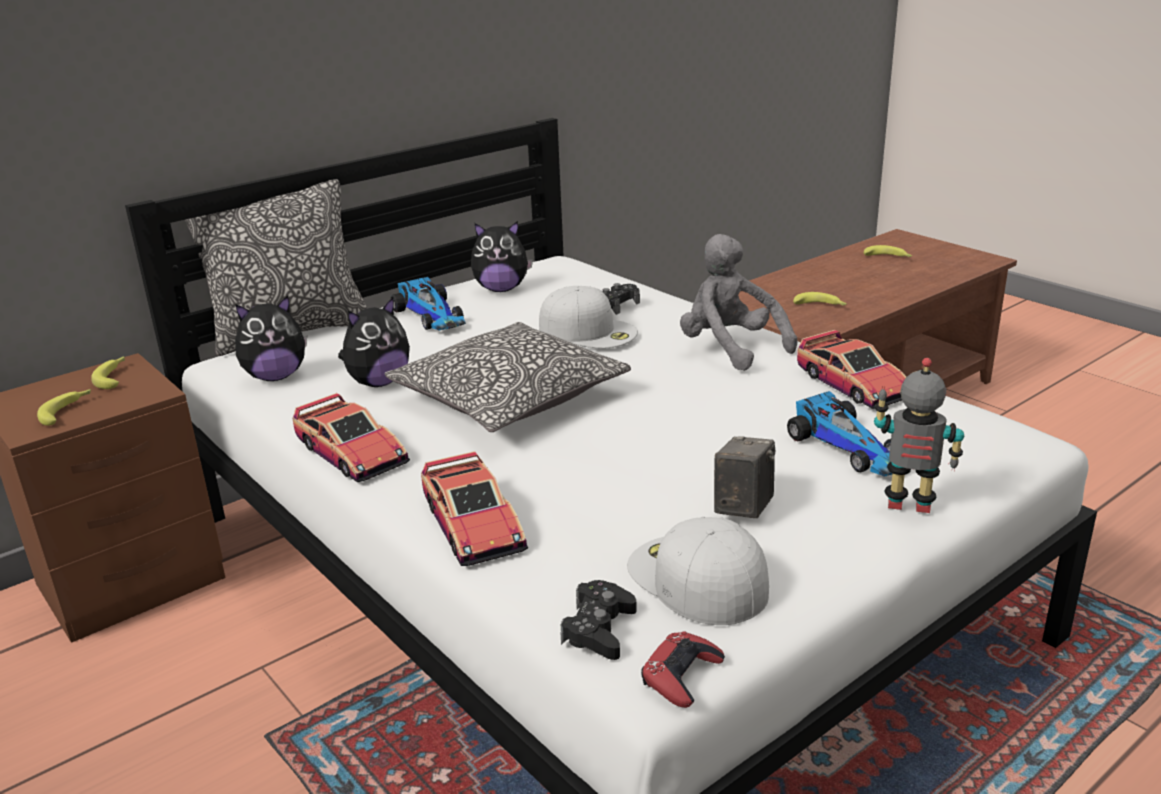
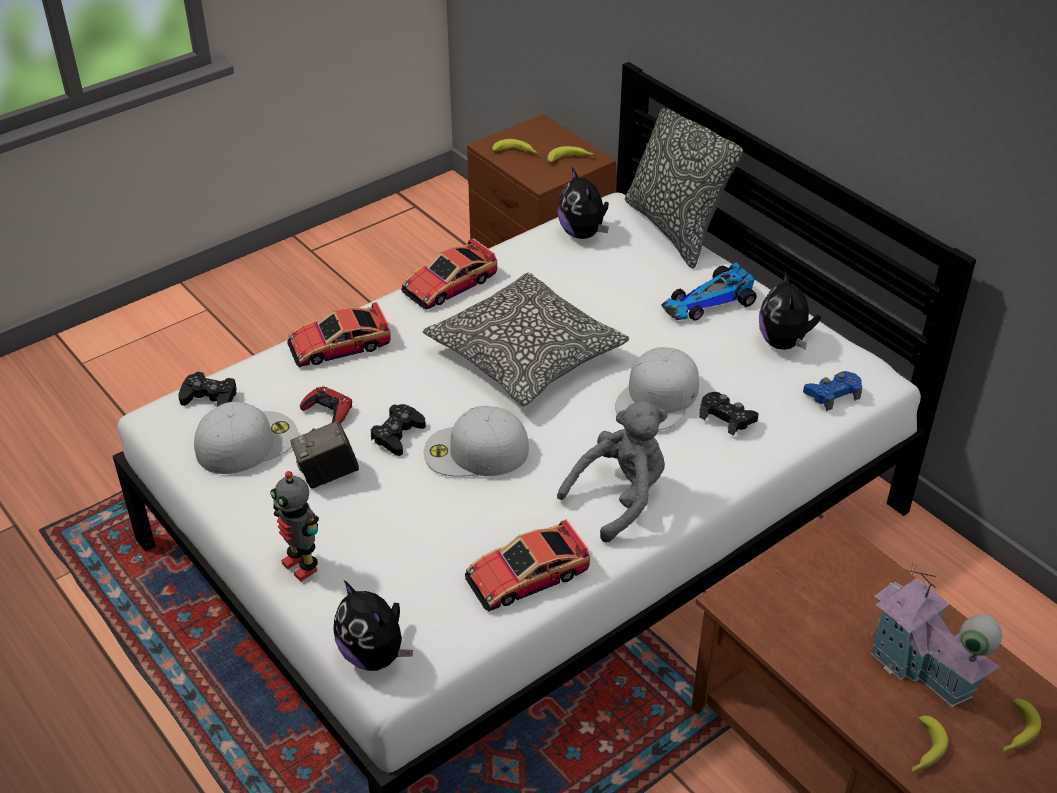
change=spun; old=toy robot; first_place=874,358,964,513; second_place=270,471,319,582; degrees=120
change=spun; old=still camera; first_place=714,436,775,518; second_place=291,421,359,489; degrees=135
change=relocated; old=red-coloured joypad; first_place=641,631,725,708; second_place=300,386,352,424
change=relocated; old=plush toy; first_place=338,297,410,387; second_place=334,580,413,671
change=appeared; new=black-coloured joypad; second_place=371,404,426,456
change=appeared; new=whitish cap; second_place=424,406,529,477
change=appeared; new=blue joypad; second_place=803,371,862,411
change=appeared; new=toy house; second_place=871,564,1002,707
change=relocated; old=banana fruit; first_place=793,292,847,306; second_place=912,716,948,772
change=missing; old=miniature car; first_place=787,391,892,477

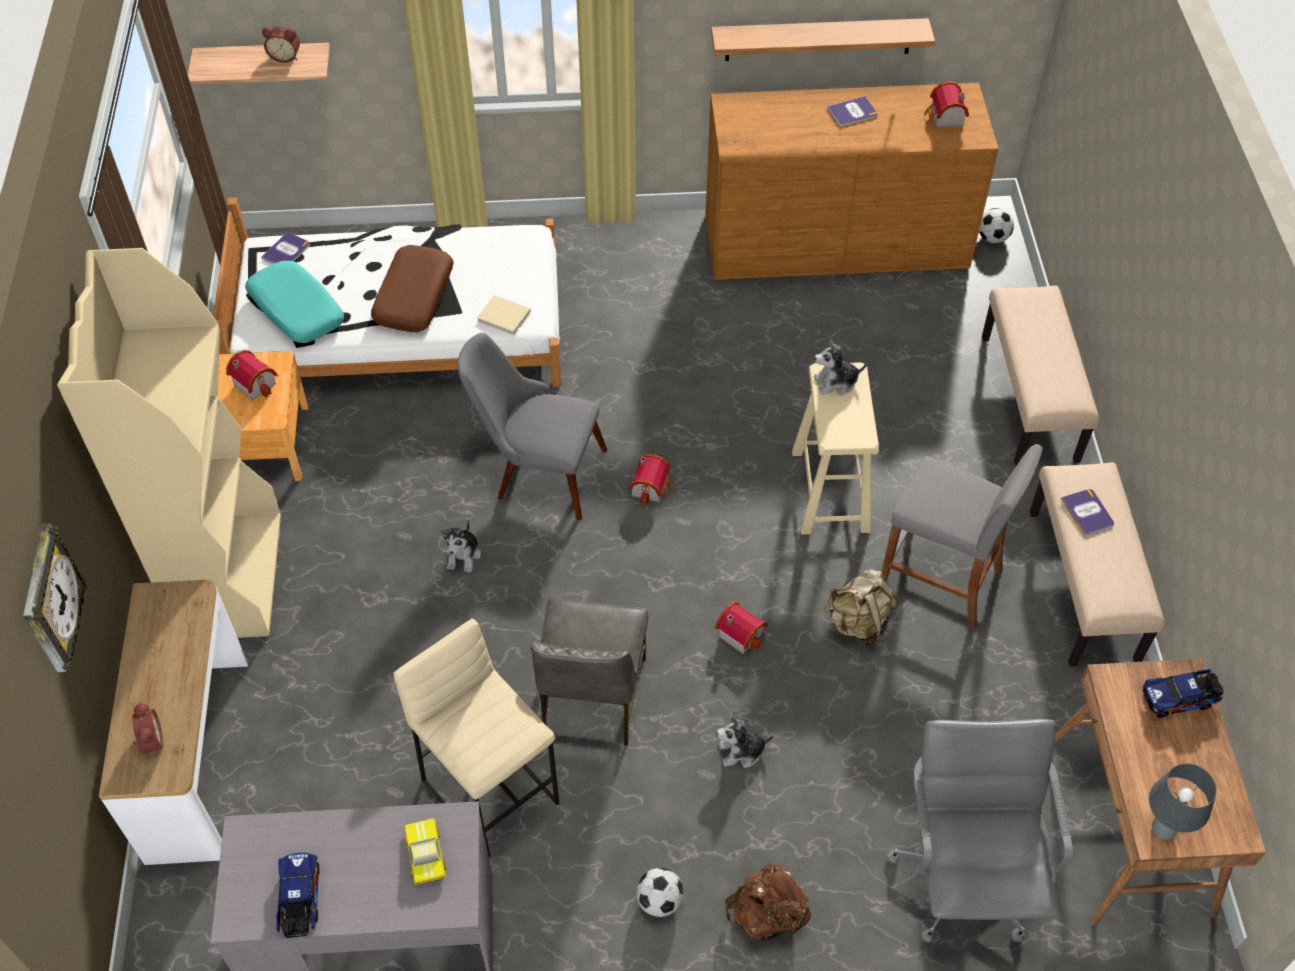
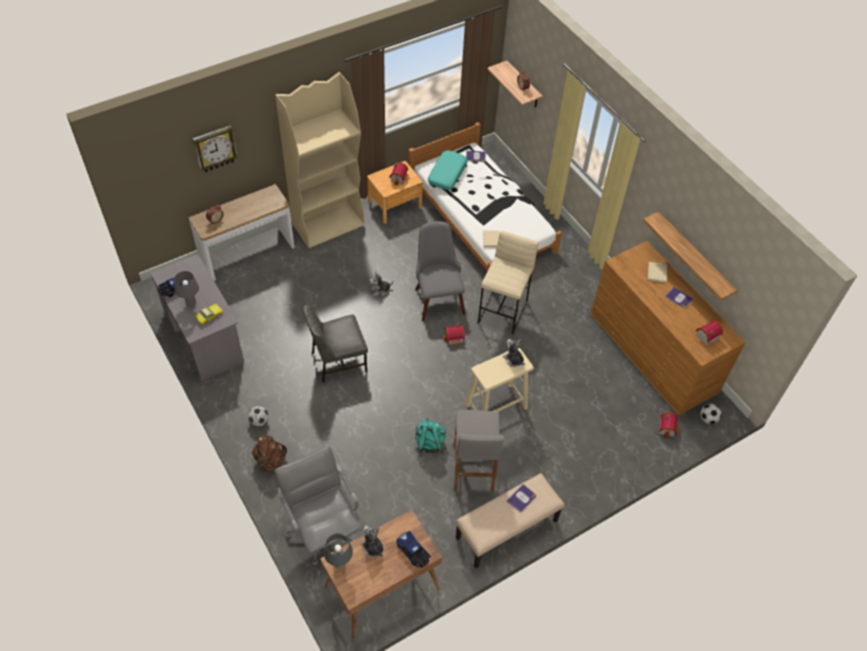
change=appeared; new=grey tabletop lamp; second_place=174,271,199,307
change=spun; old=grey desk chair; first_place=886,719,1073,943; second_place=275,446,363,565; degrees=-90
change=relocated; old=plush toy; first_place=717,711,774,768; second_place=360,526,384,557
change=colour; old=beige rucksack; new=turquoise rucksack; first_place=824,569,898,646; second_place=415,417,446,453
change=relocated; old=beige stool; first_place=393,618,559,857; second_place=478,231,538,334
change=appeared; new=beige book; second_place=648,262,667,283
change=relocated; old=toy house; first_place=715,601,768,654; second_place=659,412,679,439
change=missing; old=brown-coloured throw pillow; first_place=371,245,454,332
change=missing; old=beige bench; first_place=982,286,1099,466

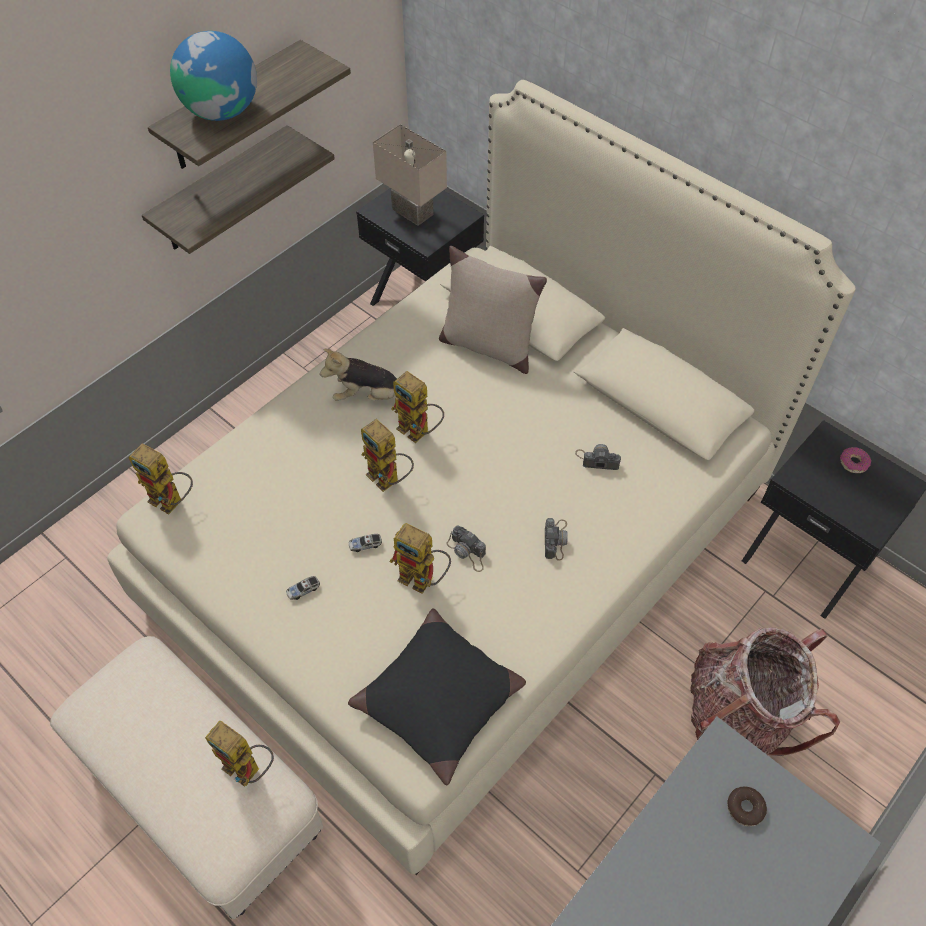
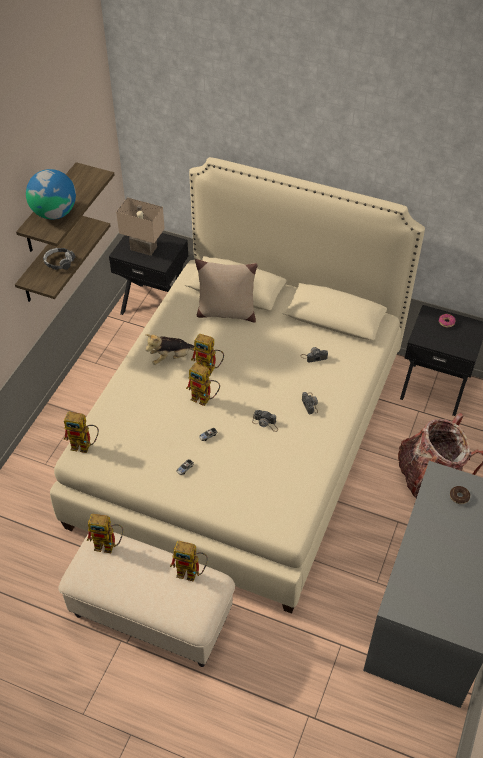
change=appeared; new=headset; second_place=43,248,76,270
change=relocated; old=toy robot; first_place=390,523,451,594; second_place=87,514,123,553
change=missing; old=black-coloured throw pillow; first_place=348,608,526,785

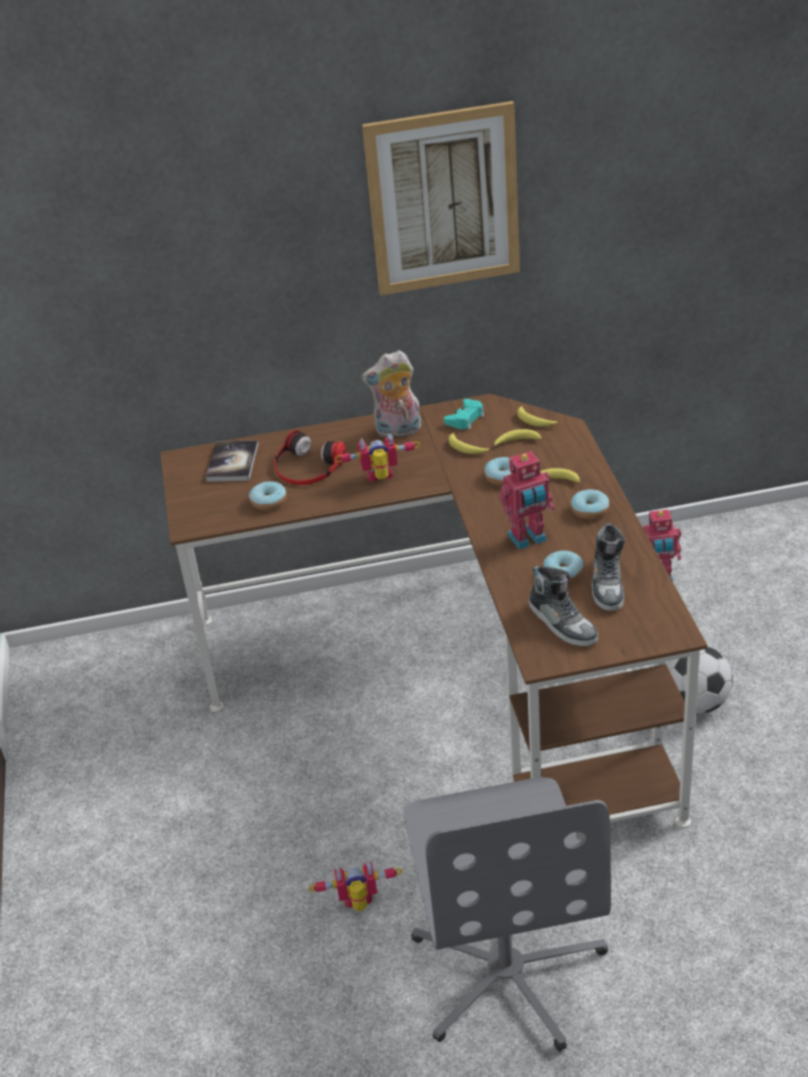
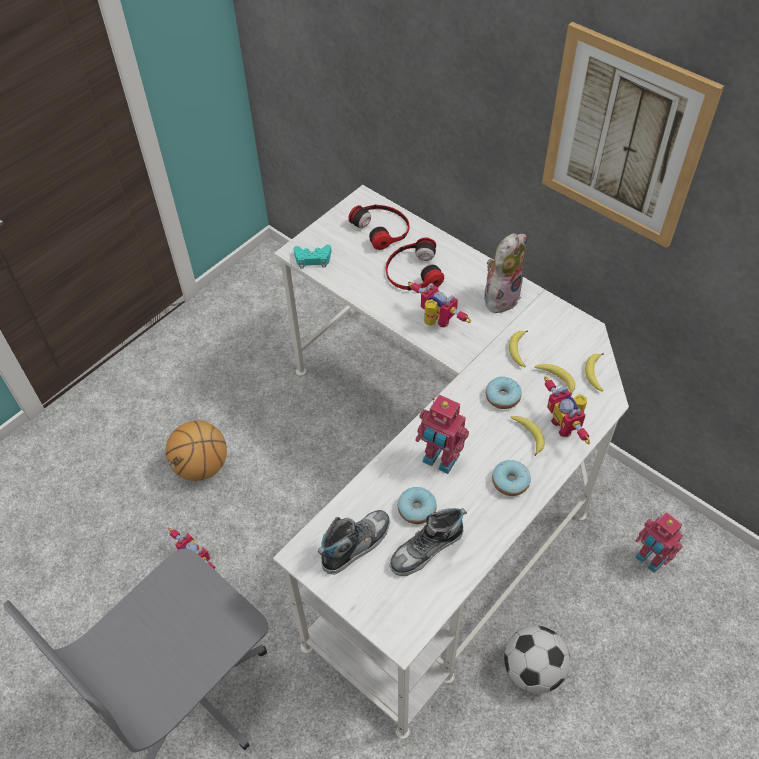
change=appeared; new=ball for basketball; second_place=165,421,227,481
change=colour; old=brown-coloured desk; new=whitish desk; first_place=160,394,707,828; second_place=273,185,629,739
change=relocated; old=turquoise joypad; first_place=444,399,485,430; second_place=293,245,331,269
change=spun; old=item of footwear; first_place=529,566,598,647; second_place=318,510,390,575; degrees=-150
change=exchanged; old=book; new=headset; first_place=205,440,258,482; second_place=349,205,410,250
change=spun; old=plush toy; first_place=361,350,421,438; second_place=484,233,527,316; degrees=90
change=appeared; new=toy robot; second_place=544,376,590,445
change=missing; old=ring doughnut; first_place=249,481,287,510

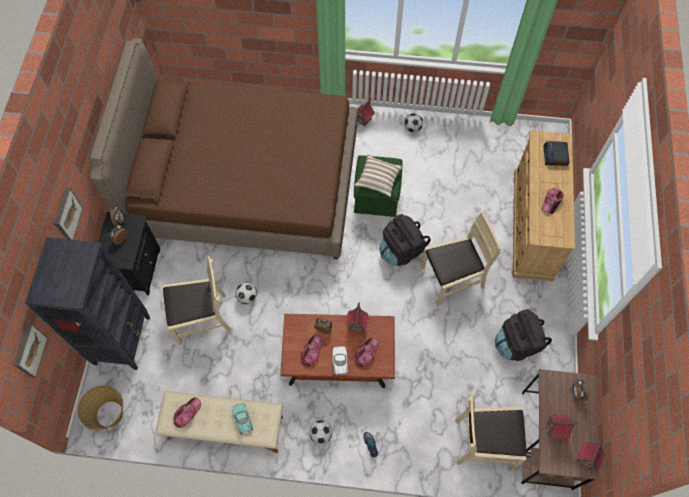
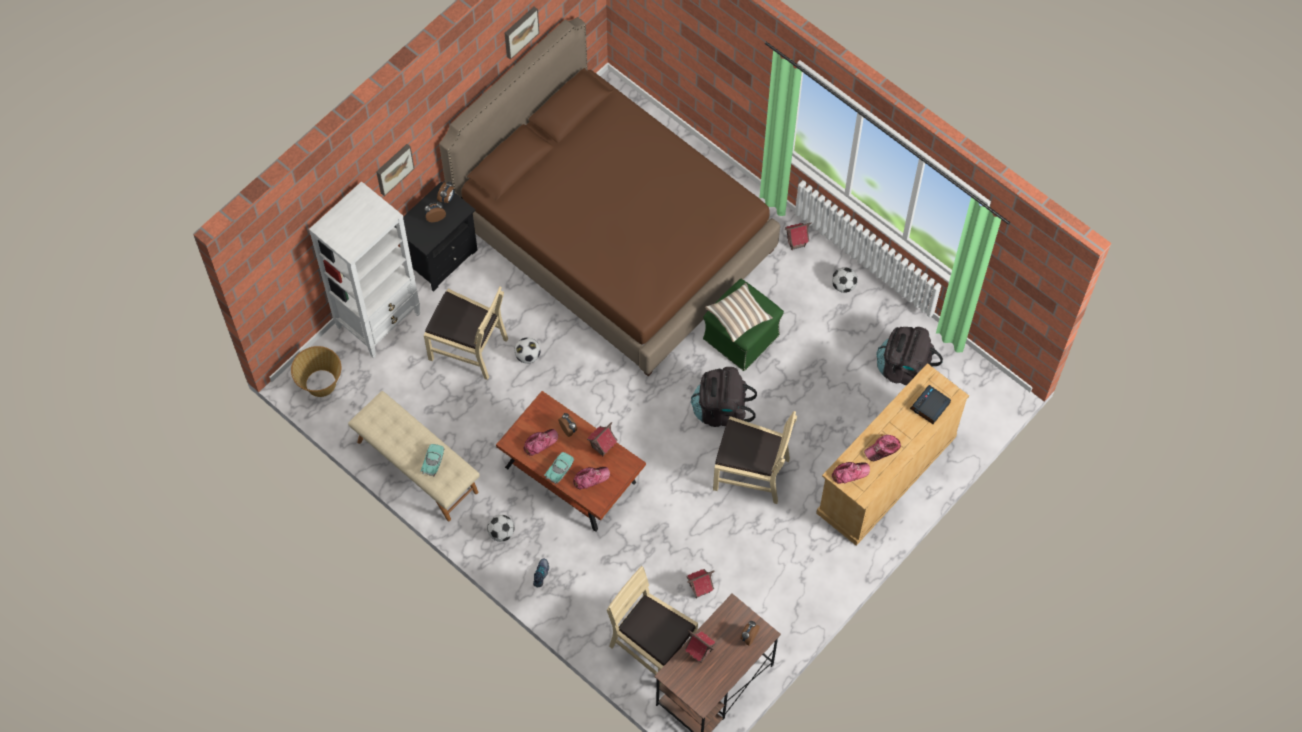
change=colour; old=black-coloured bookshelf; new=whitish bookshelf; first_place=25,237,150,370; second_place=309,181,420,358
change=relocated; old=wall art; first_place=14,323,48,378; second_place=505,7,540,60
change=colour; old=whitish miniature car; new=turquoise miniature car; first_place=333,346,348,376; second_place=544,452,574,485
change=relocated; old=toy house; first_place=577,439,606,470; second_place=687,569,714,598
change=relocated; old=cap; first_place=174,397,201,428; second_place=832,462,870,484
change=relocated; old=black-coloured rucksack; first_place=495,309,552,361; second_place=876,327,943,385

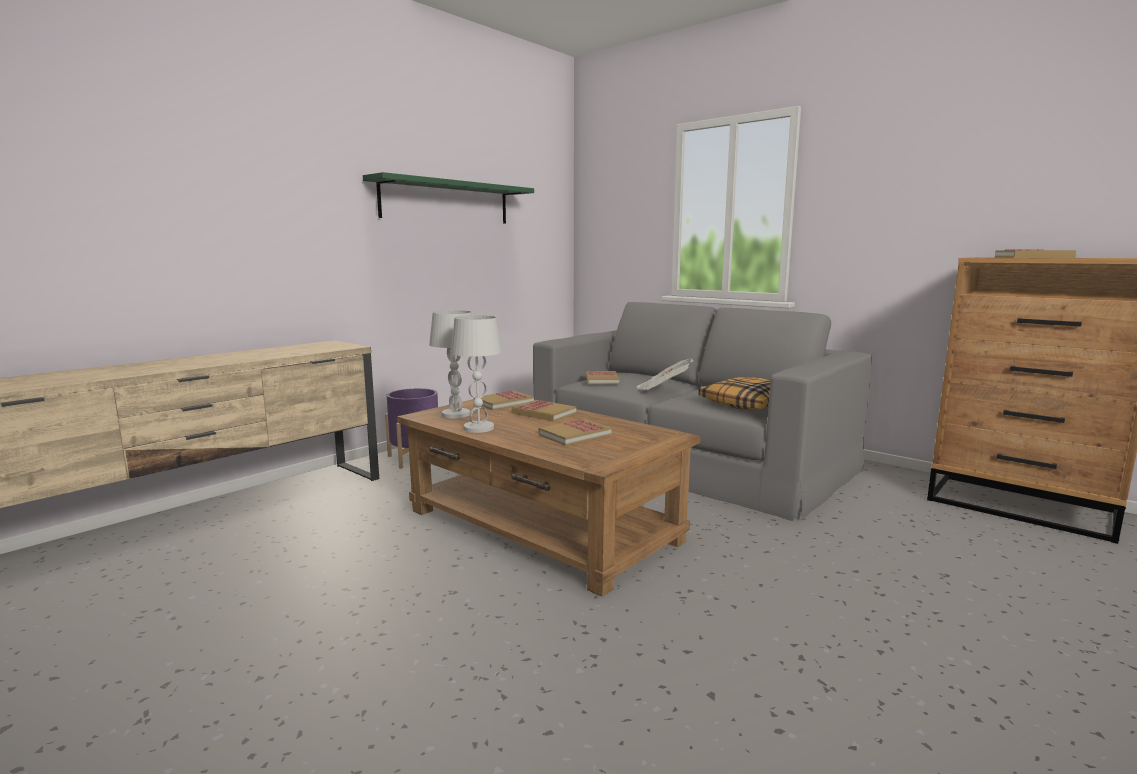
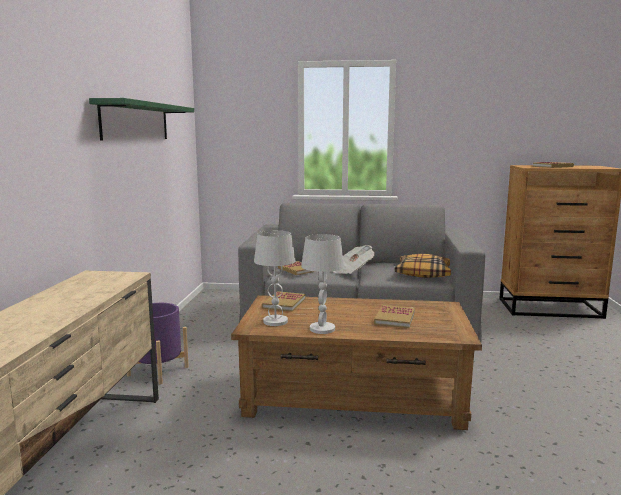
change=missing; old=book; first_place=512,400,576,421

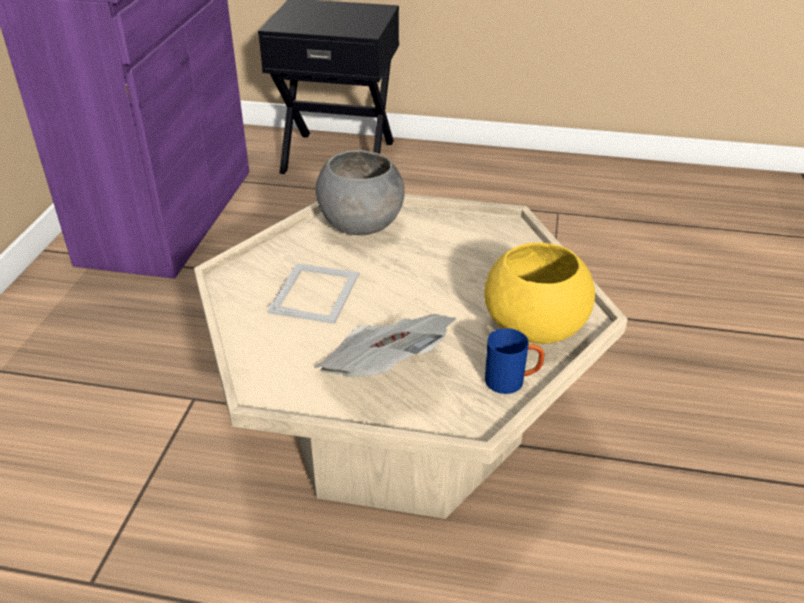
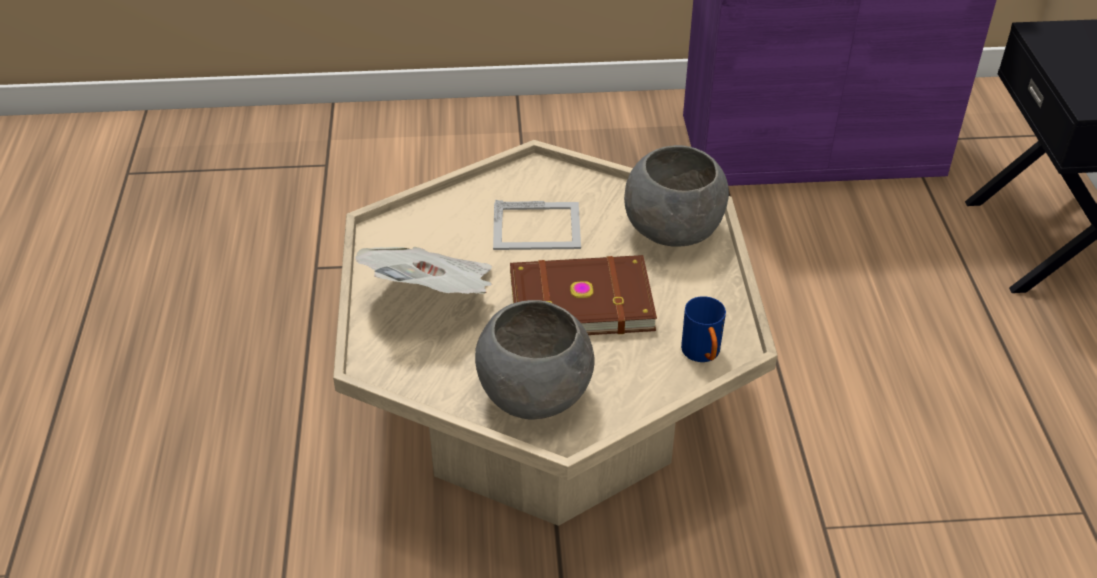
change=colour; old=yellowish bowl; new=grey bowl; first_place=484,242,595,344; second_place=475,300,595,420
change=appeared; new=brown-coloured book; second_place=510,255,657,335
change=relocated; old=blue mug; first_place=485,328,544,394; second_place=681,296,726,362

